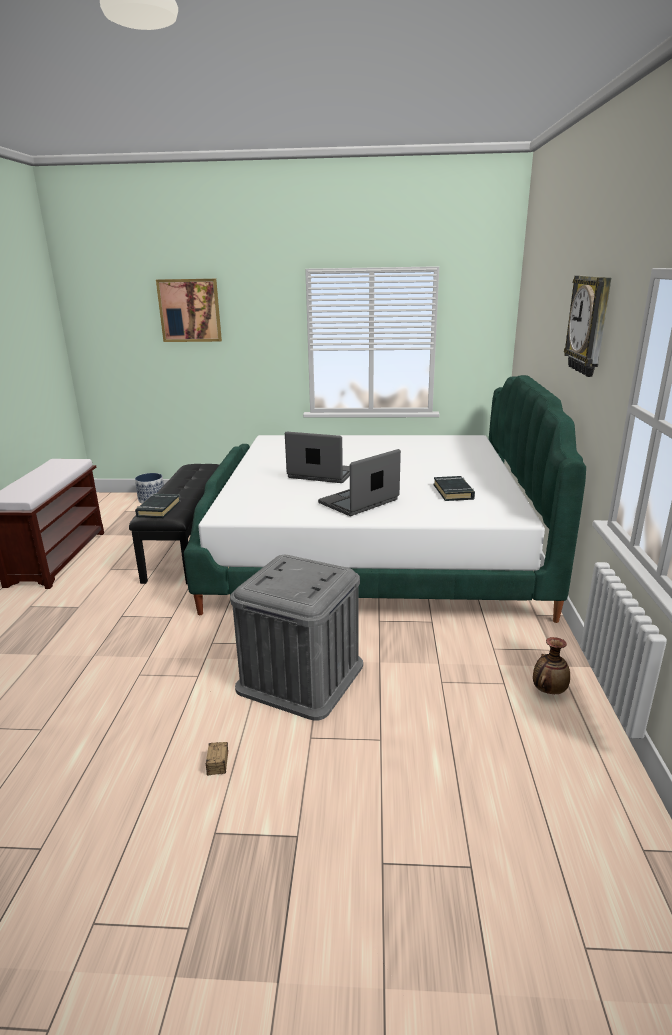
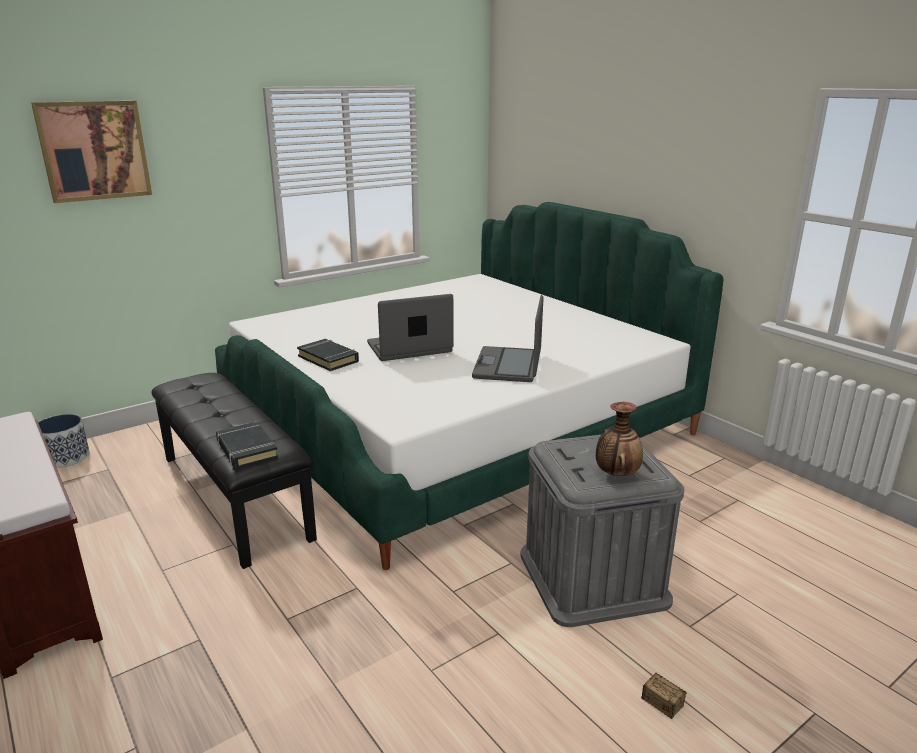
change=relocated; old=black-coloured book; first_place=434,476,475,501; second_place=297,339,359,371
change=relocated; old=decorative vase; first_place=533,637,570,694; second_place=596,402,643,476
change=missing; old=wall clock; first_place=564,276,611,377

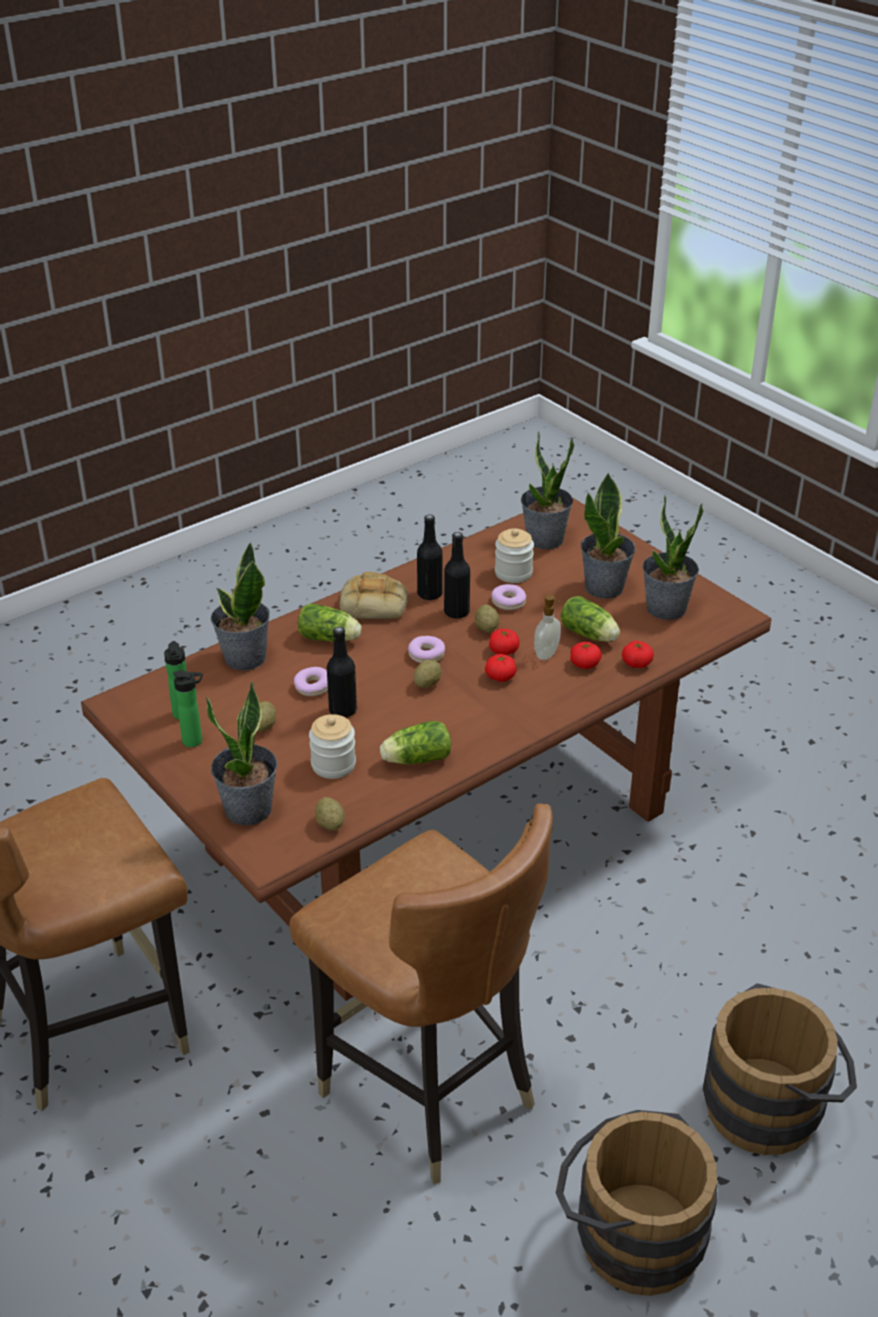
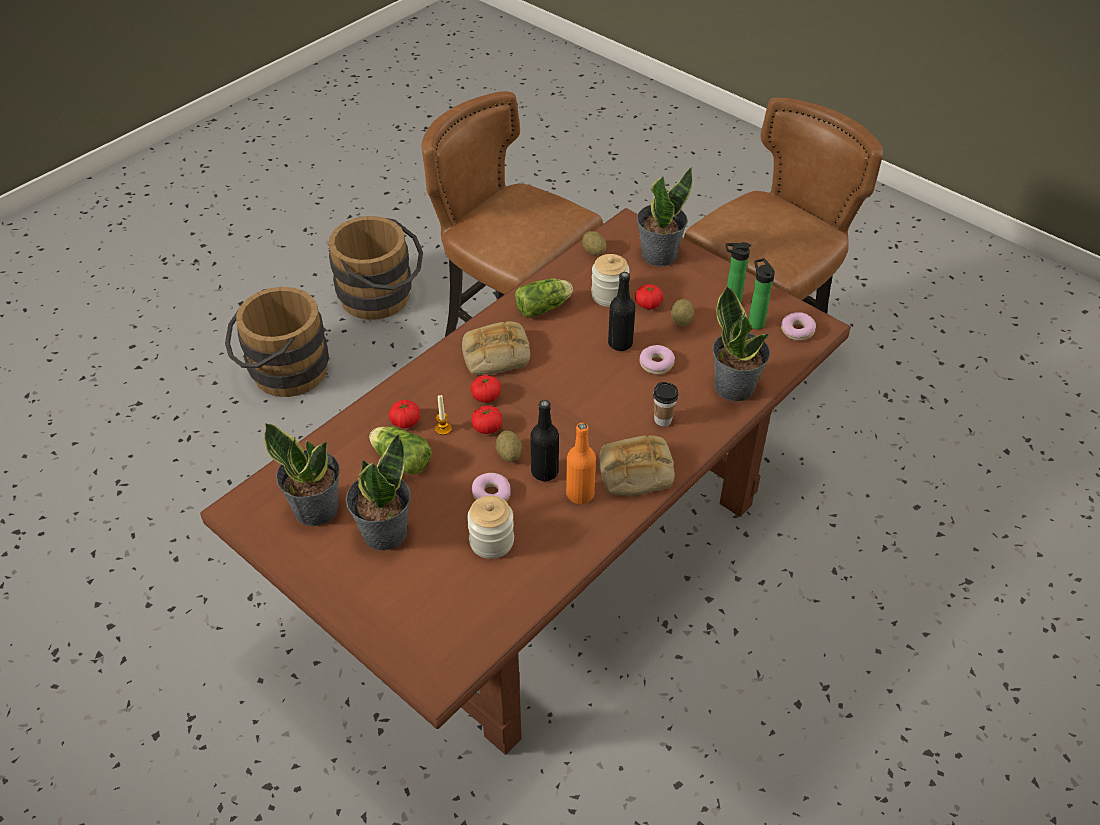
change=exchanged; old=soap bottle; new=wax candle; first_place=534,594,562,660; second_place=435,395,452,435
change=appeared; new=bread; second_place=462,321,530,375
change=colour; old=black-coloured bottle; new=orange-coloured bottle; first_place=417,515,443,600; second_place=566,423,596,504
change=relocated; old=fresh tomato; first_place=622,641,654,668; second_place=635,284,663,309
change=exchanged; old=head of lettuce; new=small cup; first_place=298,603,362,642; second_place=653,382,679,426
change=relocated; old=ring doughnut; first_place=408,636,445,663; second_place=781,312,816,340
change=missing; old=whole potato; first_place=414,660,442,688
change=missing; old=plant in a pot; first_place=521,432,574,549

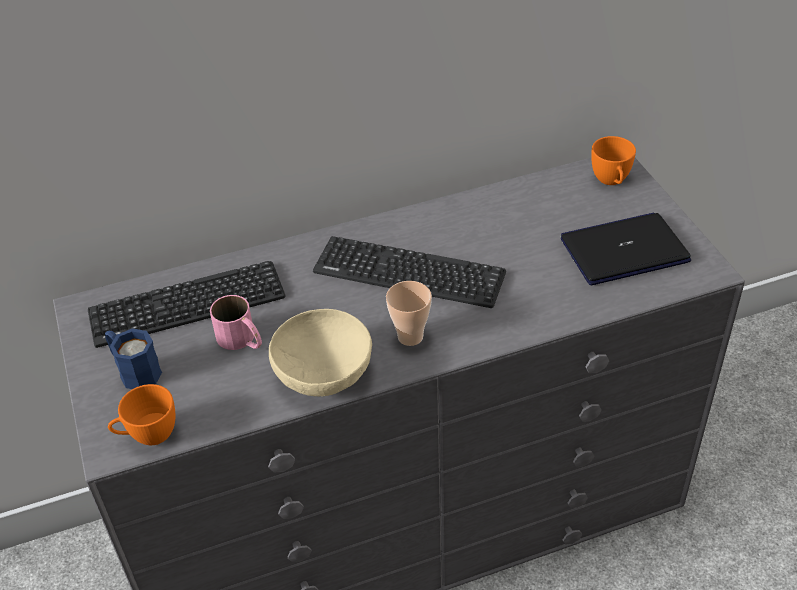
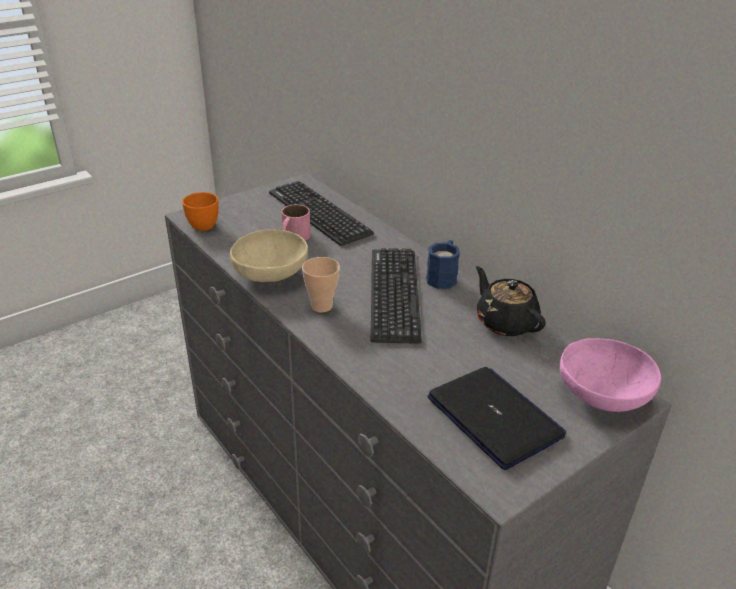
change=relocated; old=blue mug; first_place=105,328,162,389; second_place=426,240,460,289
change=appeared; new=black-coloured pot for tea; second_place=476,266,546,336
change=exchanged; old=orange-coloured small cup; new=pink-coloured bowl; first_place=591,136,636,185; second_place=559,338,661,412

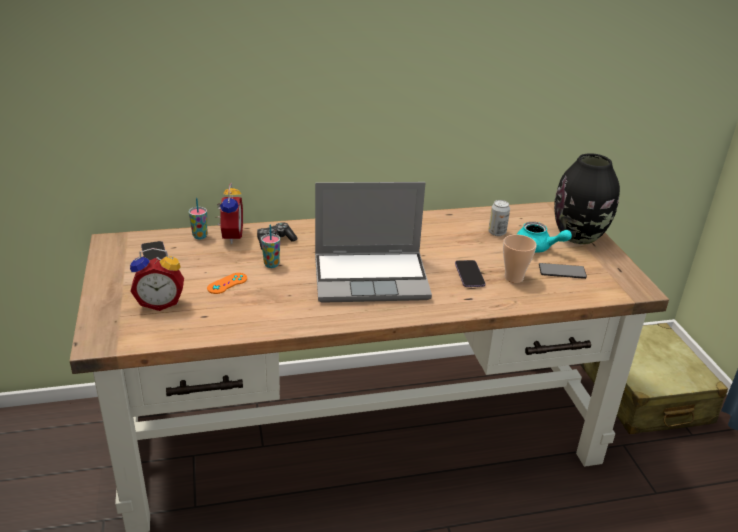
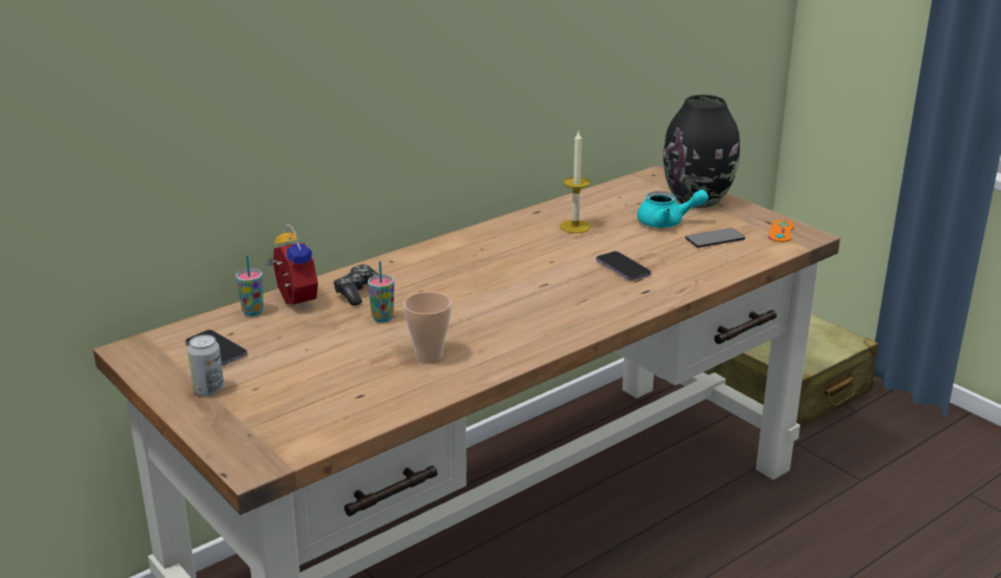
change=relocated; old=sealed can; first_place=488,200,510,236; second_place=187,335,224,396
change=relocated; old=small cup; first_place=503,235,537,283; second_place=403,292,452,363
change=appeared; new=wax candle; second_place=560,130,591,233
change=relocated; old=orange-coloured joypad; first_place=207,273,247,294; second_place=769,220,795,242
change=missing; old=bedside clock; first_place=130,248,184,311
change=missing; old=notebook computer; first_place=315,182,432,303

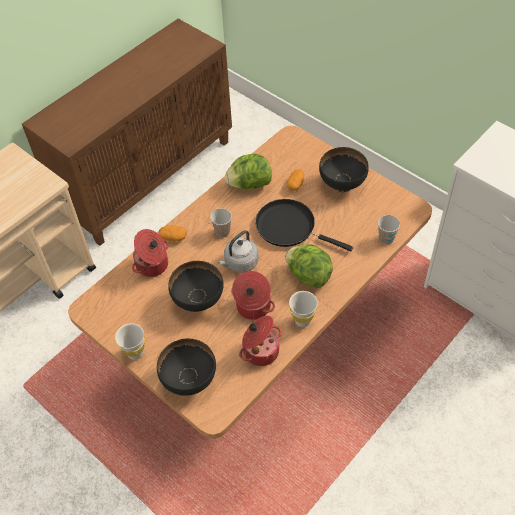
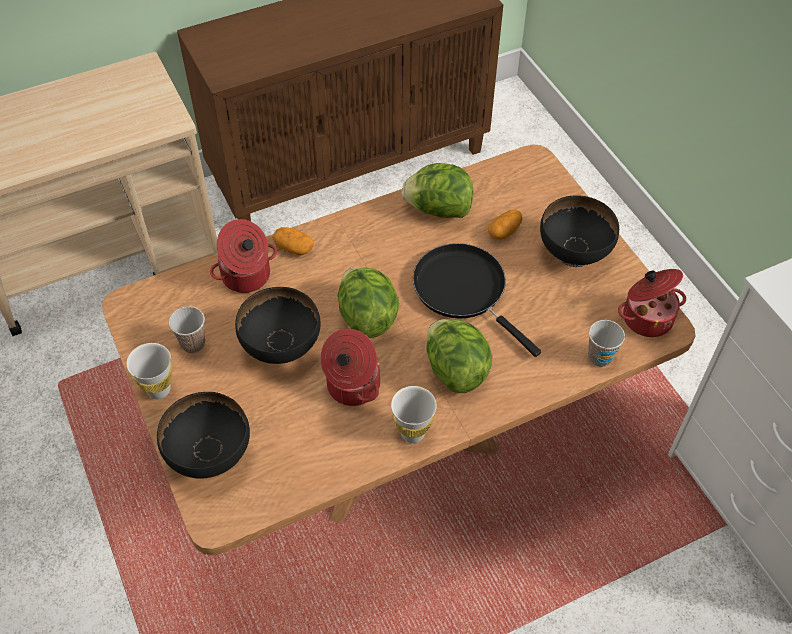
change=relocated; old=small cup; first_place=210,208,232,238; second_place=169,306,205,353
change=exchanged; old=grey water kettle; new=head of lettuce; first_place=218,230,259,273; second_place=338,267,399,338
change=relocated; old=stockpot; first_place=239,316,282,366; second_place=618,269,686,337

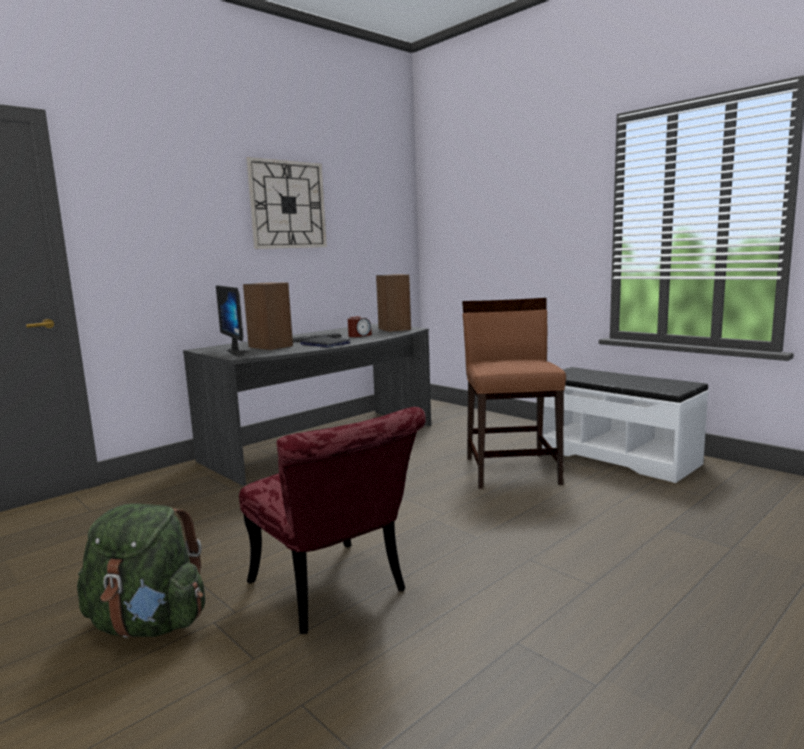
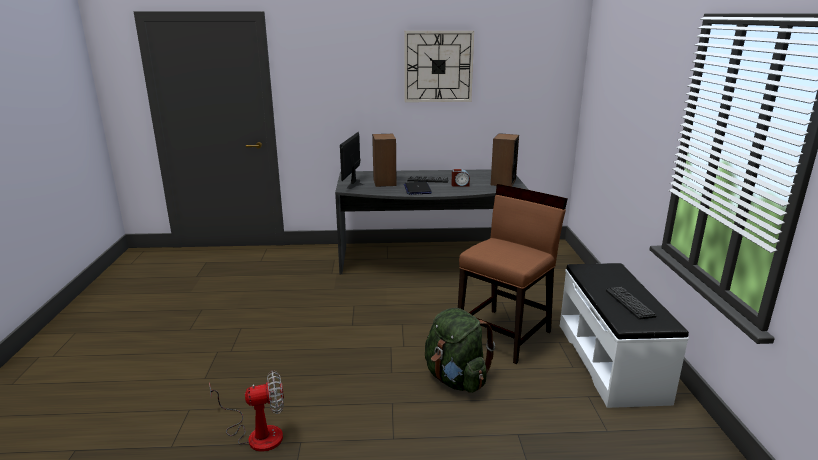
change=appeared; new=cooling fan; second_place=209,370,284,451
change=relocated; old=green-coloured rucksack; first_place=77,503,205,638; second_place=425,308,495,393
change=appeared; new=computer keyboard; second_place=606,287,657,320
change=missing; old=red-coloured chair; first_place=239,407,426,634

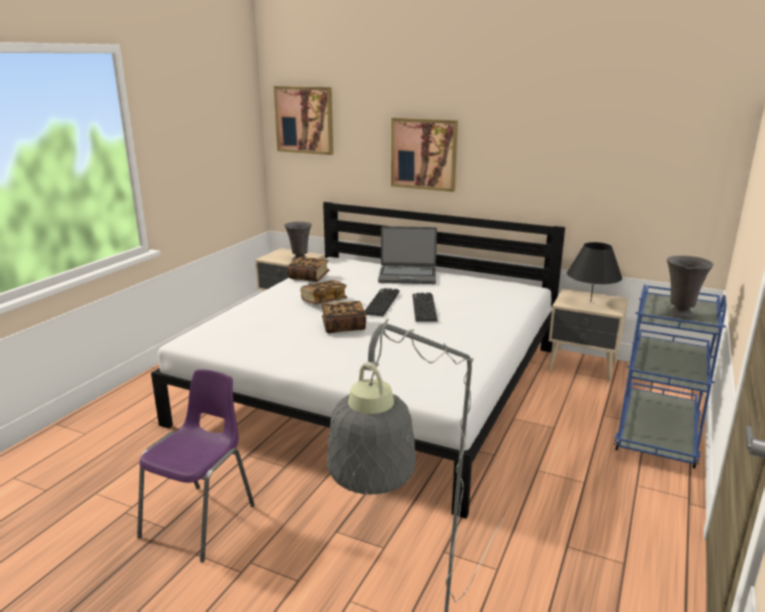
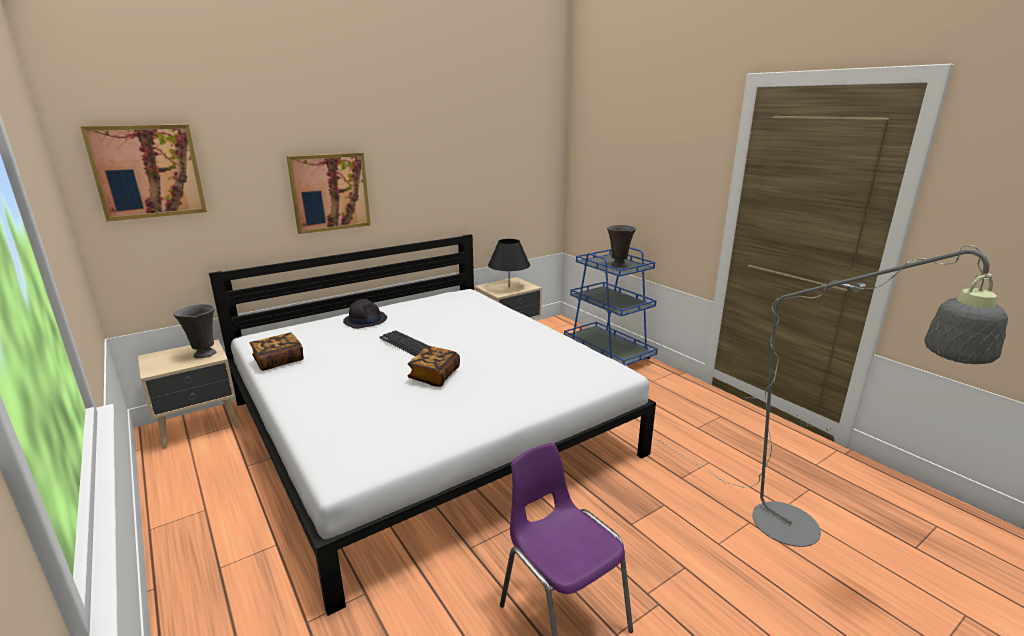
change=exchanged; old=notebook computer; new=black-coloured hat; first_place=378,226,437,284; second_place=343,299,387,329
change=missing; old=book; first_place=300,280,347,304
change=missing; old=computer keyboard; first_place=412,293,438,322

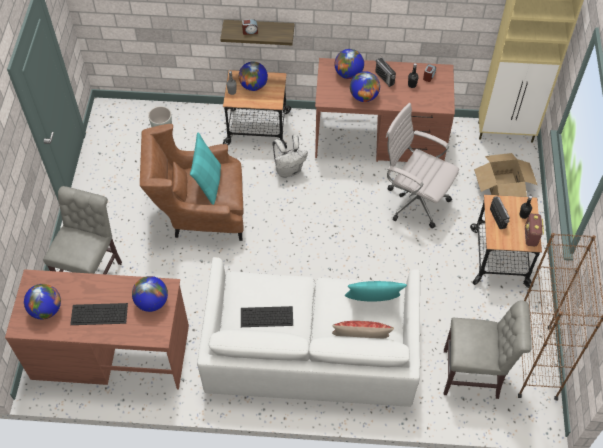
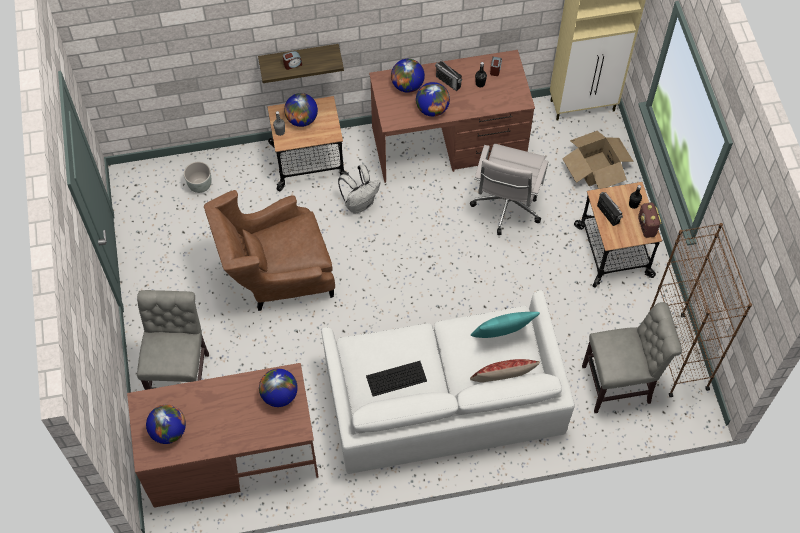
change=spun; old=whitish desk chair; first_place=386,103,459,229; second_place=470,144,549,235; degrees=-90
change=missing; old=computer keyboard; first_place=70,303,128,325
change=missing; old=turquoise throw pillow; first_place=190,132,221,205

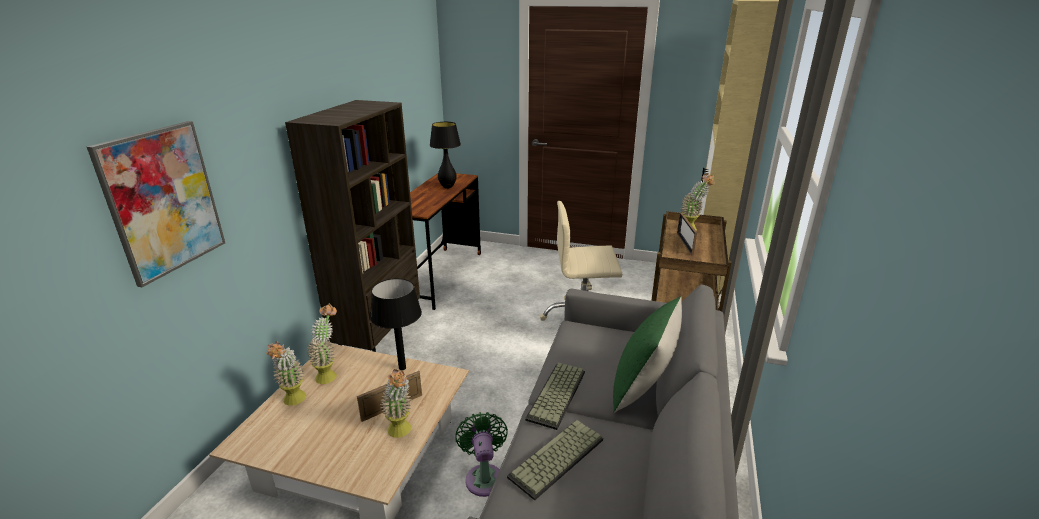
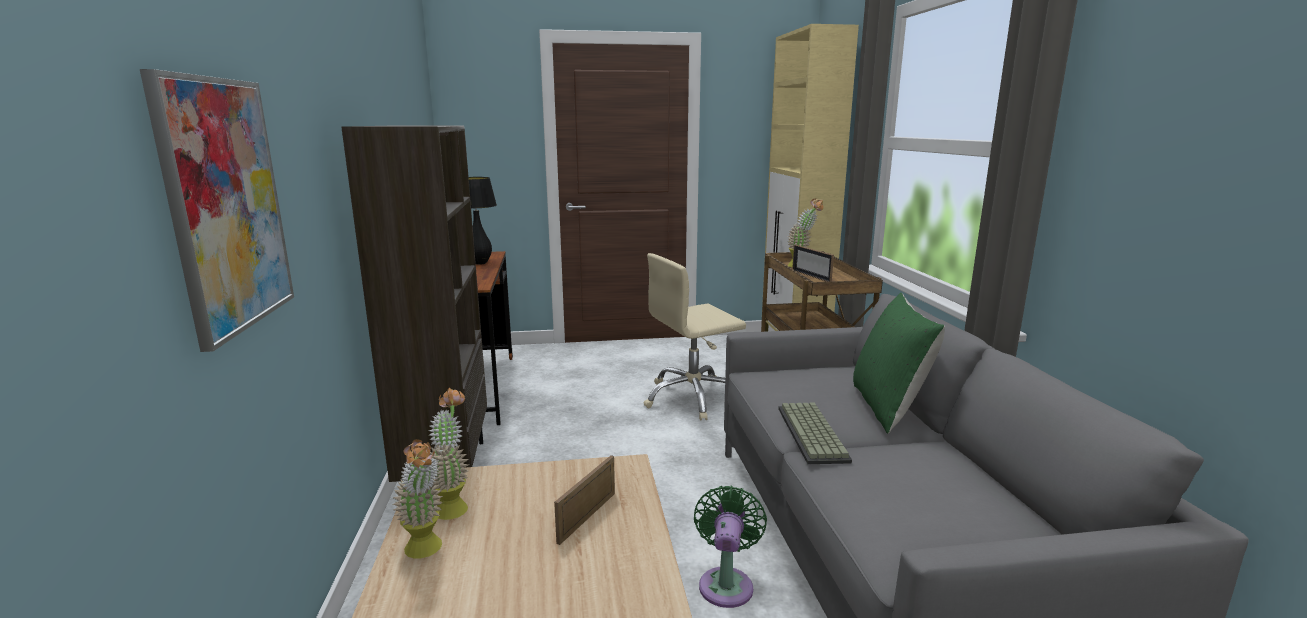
change=spun; old=green-coloured cooling fan; first_place=455,412,508,497; second_place=694,486,767,608; degrees=45
change=missing; old=black-coloured tabletop lamp; first_place=370,279,422,370
change=missing; old=plant in a pot; first_place=380,369,412,438
change=missing; old=computer keyboard; first_place=507,420,603,500

